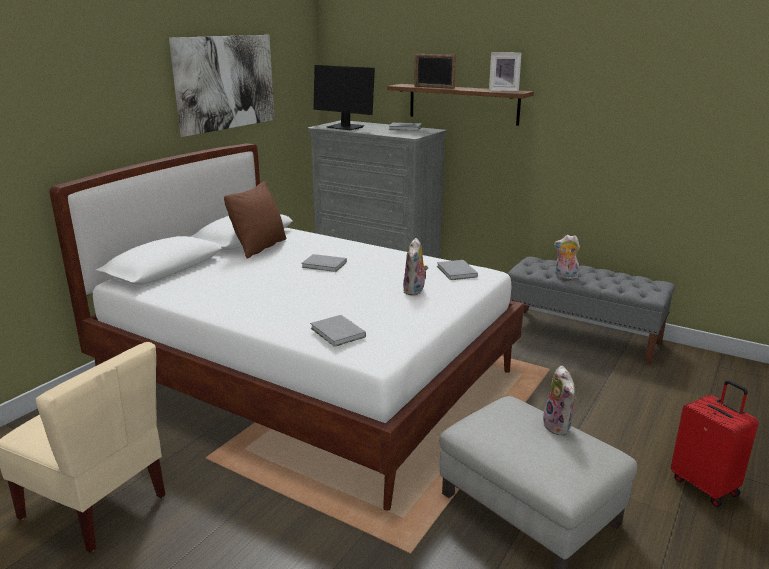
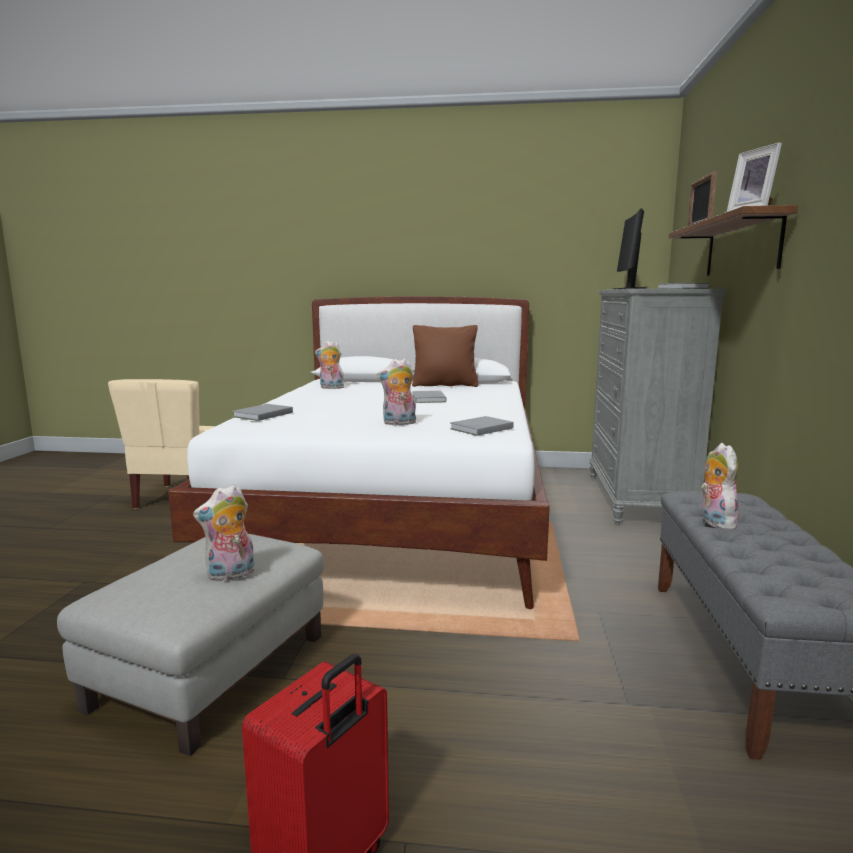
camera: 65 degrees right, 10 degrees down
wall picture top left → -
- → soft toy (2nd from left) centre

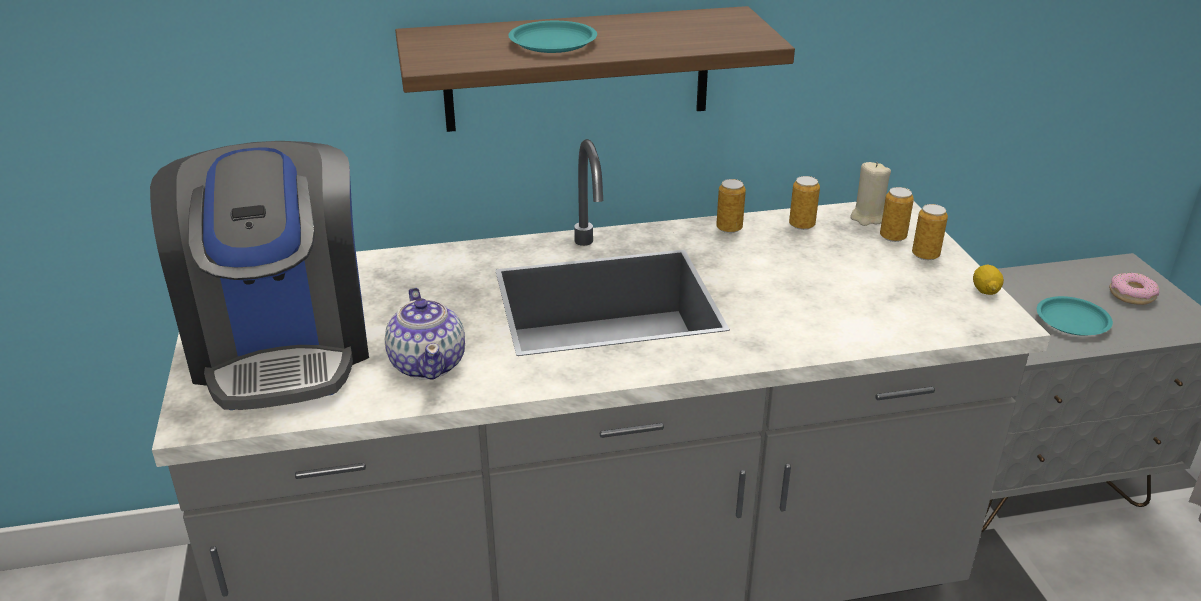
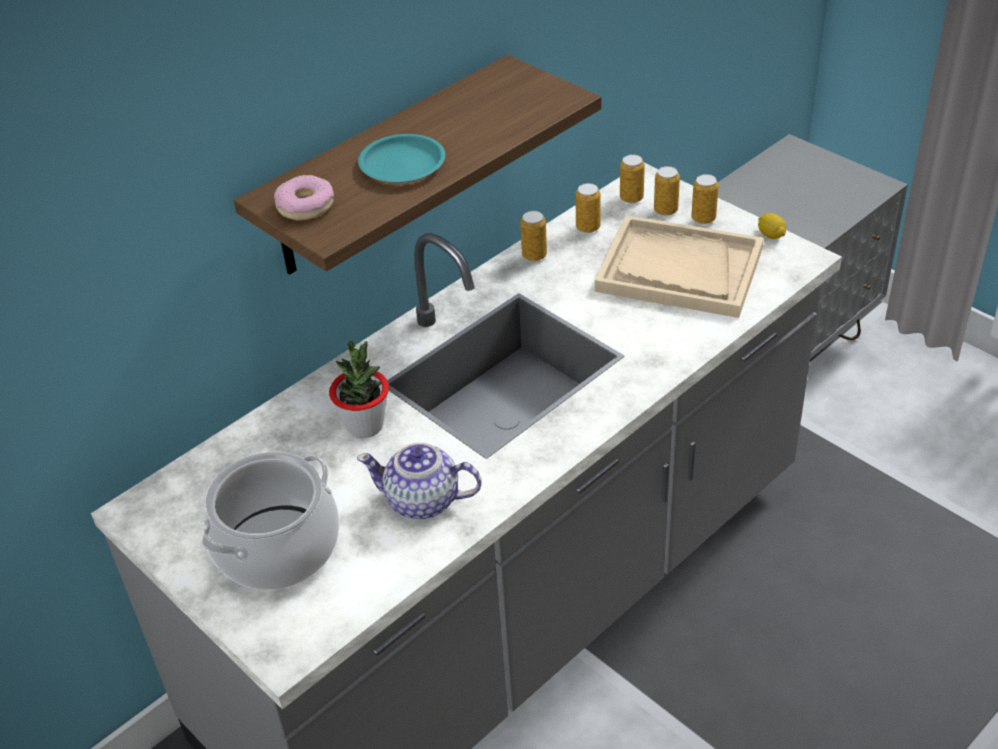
camera: 30 degrees left, 10 degrees up
coffee maker middle left → saucepot bottom left
wax candle (sand-coloured) top right → sealed can (3rd from left) top centre
donut middle right → donut top left, move
pot for tea centre, 150 degrees clockwise
flat dish (turquoise) (2nd from left) middle right → -
- → carrying tray (sand-coloured) middle right
- → potted plant centre

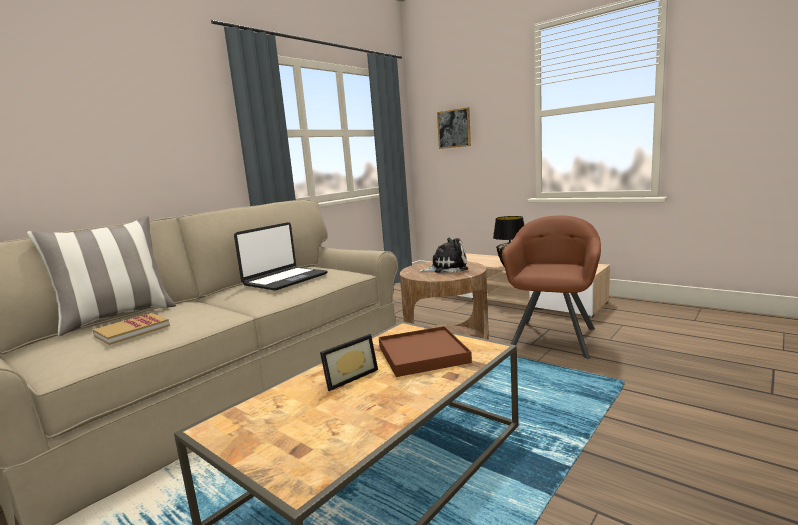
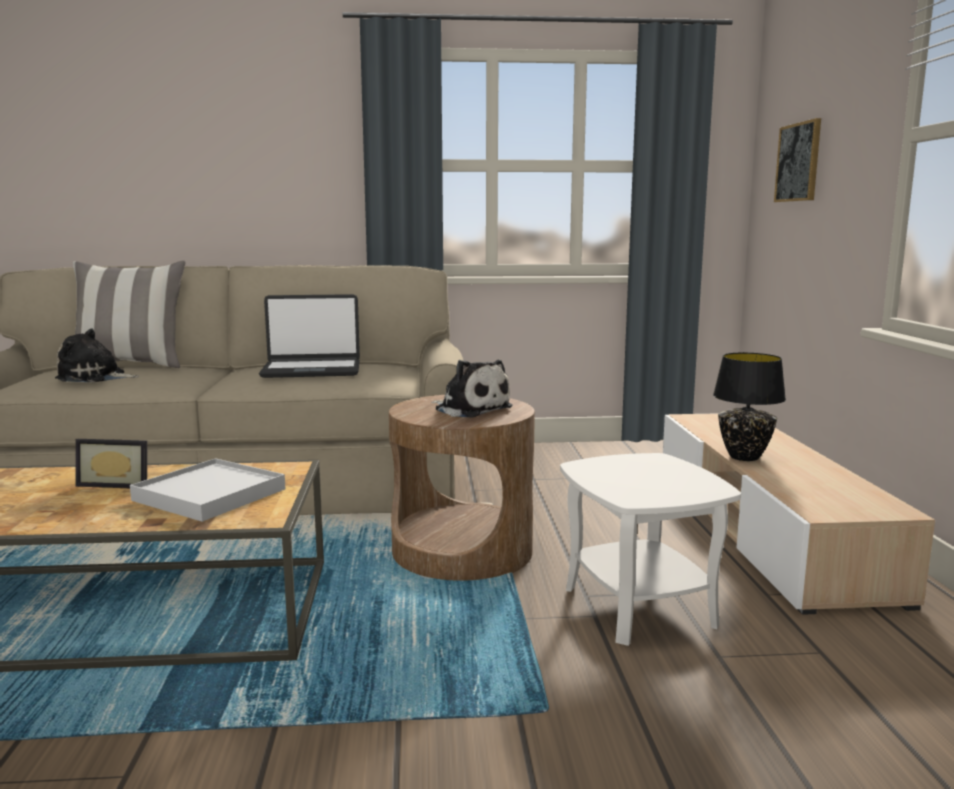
camera: 45 degrees right, 0 degrees up
lounge chair (brown-coloured) middle right → accent table (white) bottom right
bound book middle left → soft toy (1st from left) middle left
carrying tray (brown-coloured) bottom centre → carrying tray (white) middle left

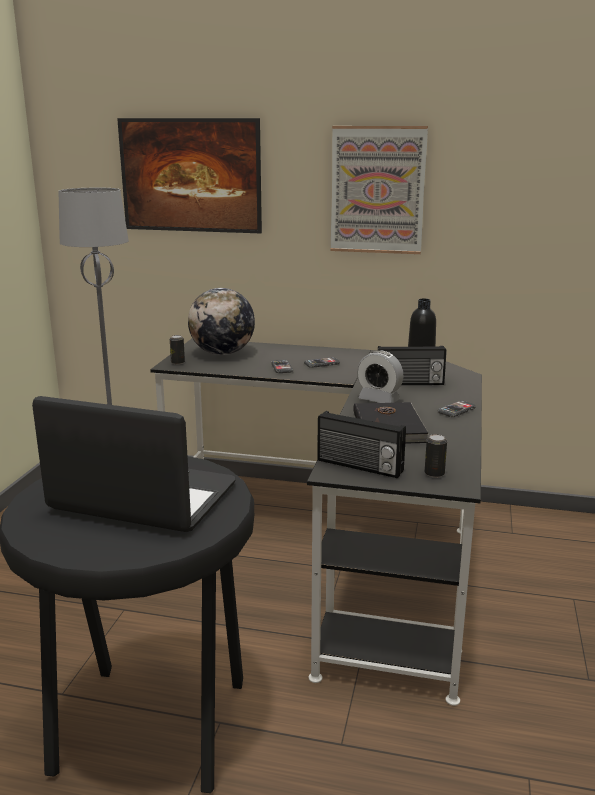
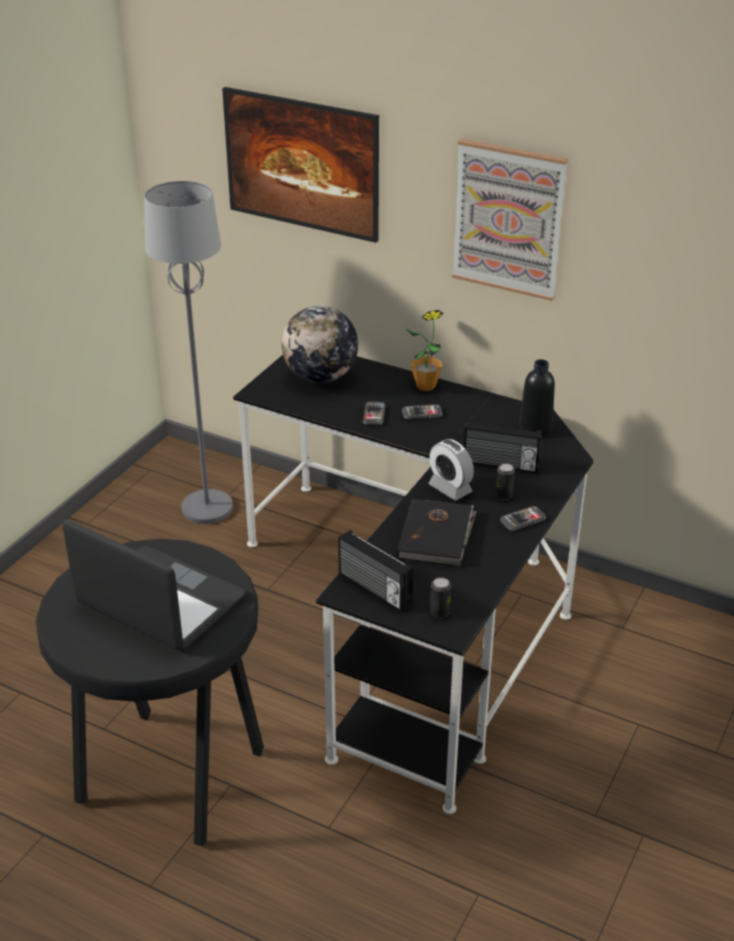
camera: 15 degrees right, 15 degrees up
sealed can (1st from left in the first image) middle left → sealed can (2nd from left) middle right, move
- → potted plant centre

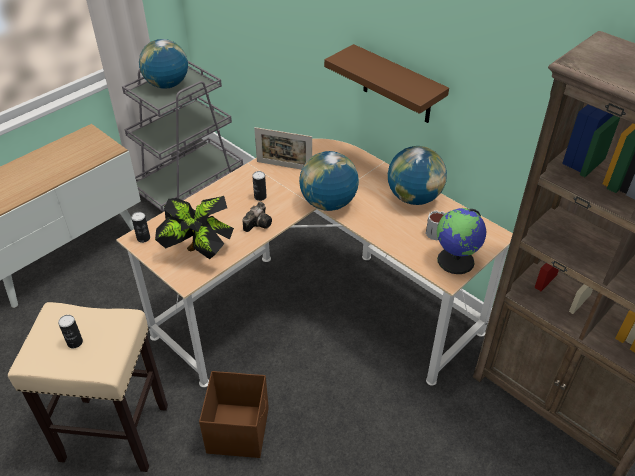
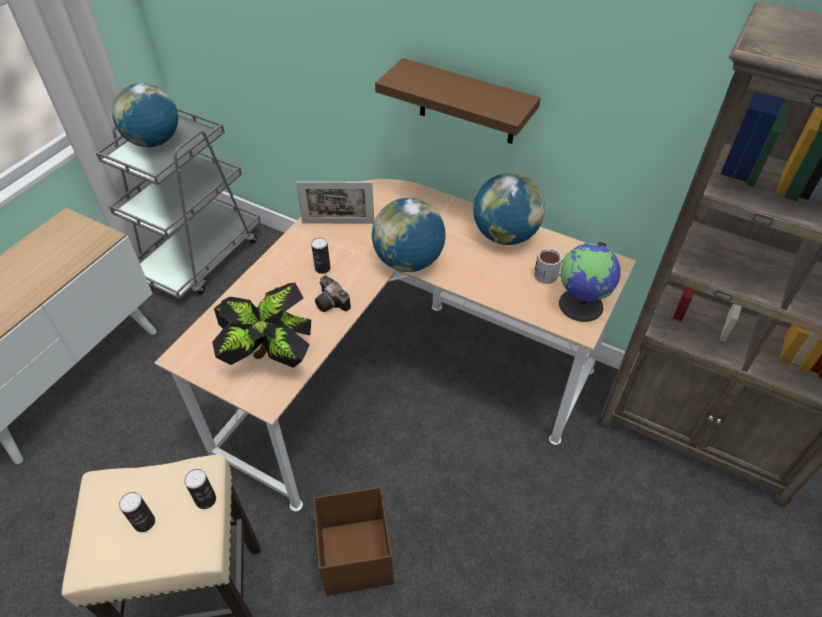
camera: 15 degrees left, 5 degrees up
photo camera centre, 120 degrees clockwise
sealed can (2nd from left) middle left → sealed can (2nd from left) bottom left, move

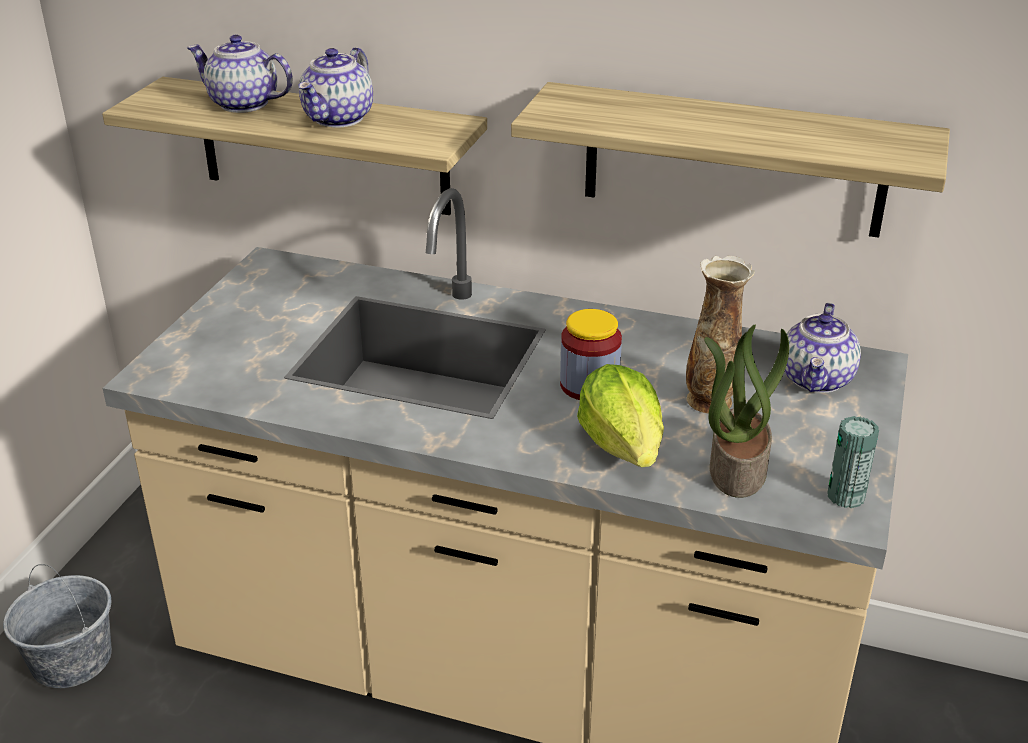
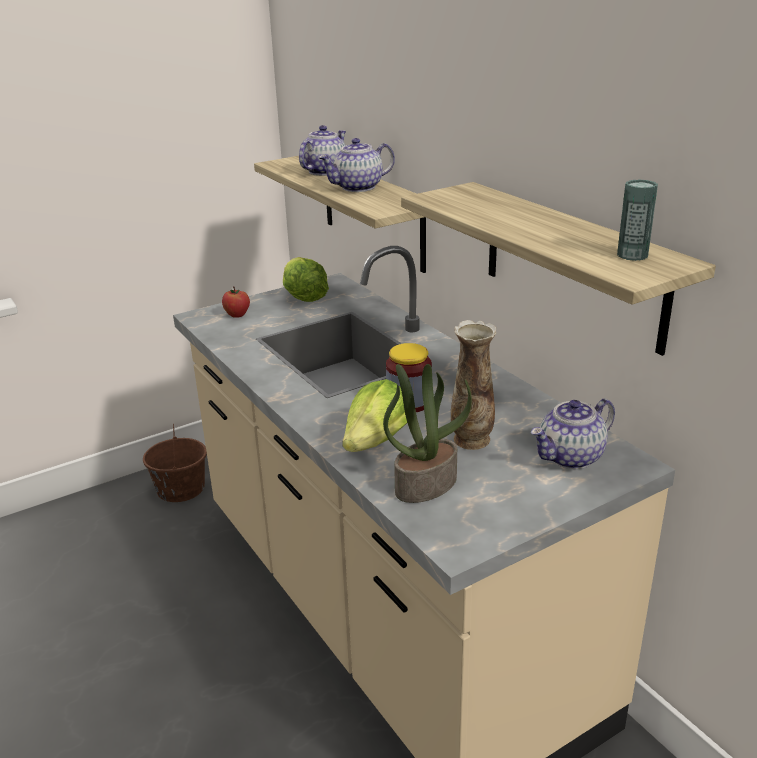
camera: 40 degrees right, 5 degrees down
pot for tea (1st from left) top left → pot for tea (1st from left) top centre, 60 degrees clockwise
sealed can middle right → sealed can top right, move
pail (greyish) bottom left → pail (brown-coloured) middle left
- → lettuce (1st from left) centre
- → apple middle left

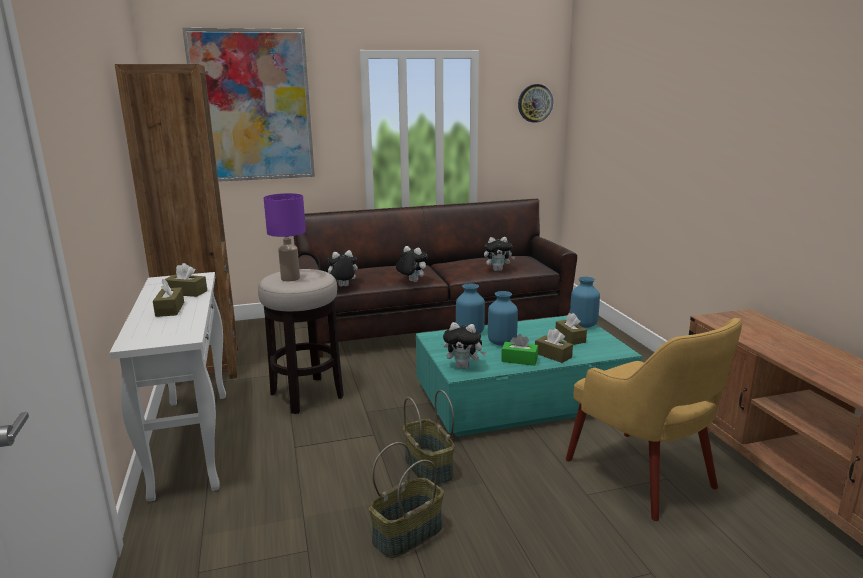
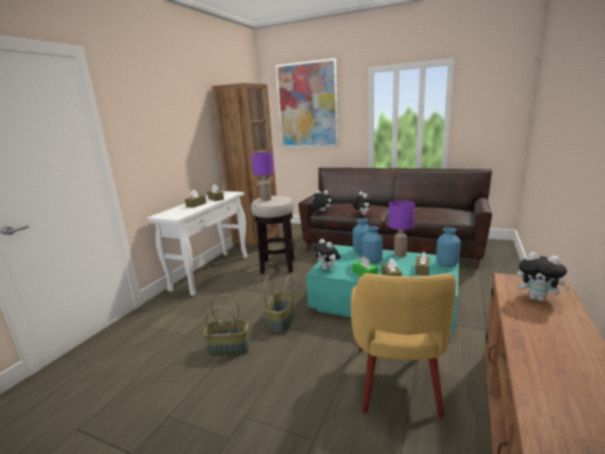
camera: 40 degrees right, 0 degrees up
wall clock top centre → -
soft toy (4th from left) centre → soft toy (4th from left) middle right, move
- → tabletop lamp (purple-coloured) (2nd from left) centre

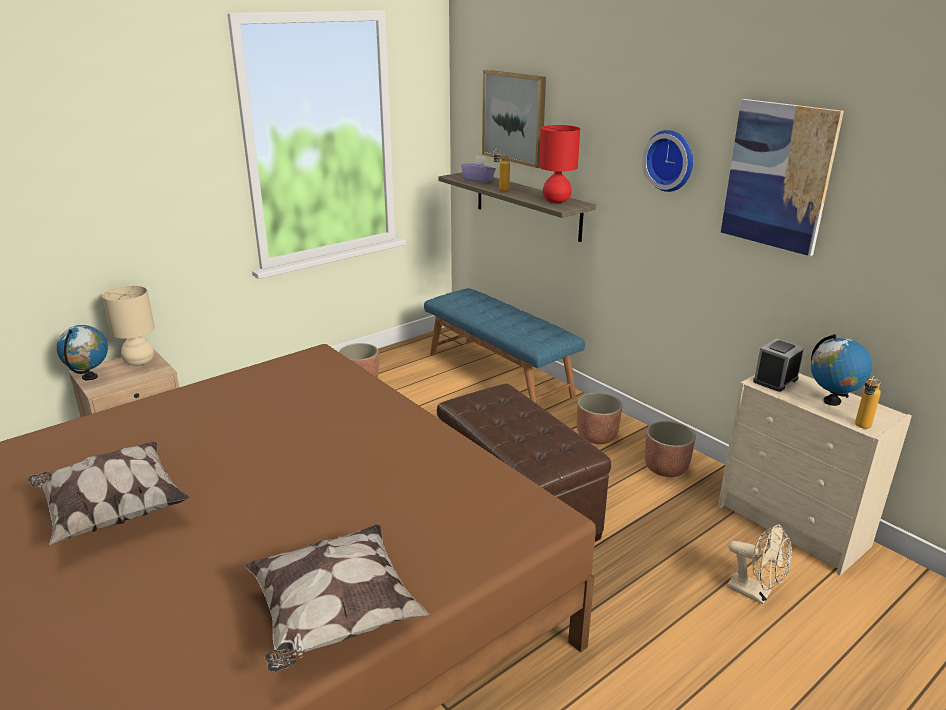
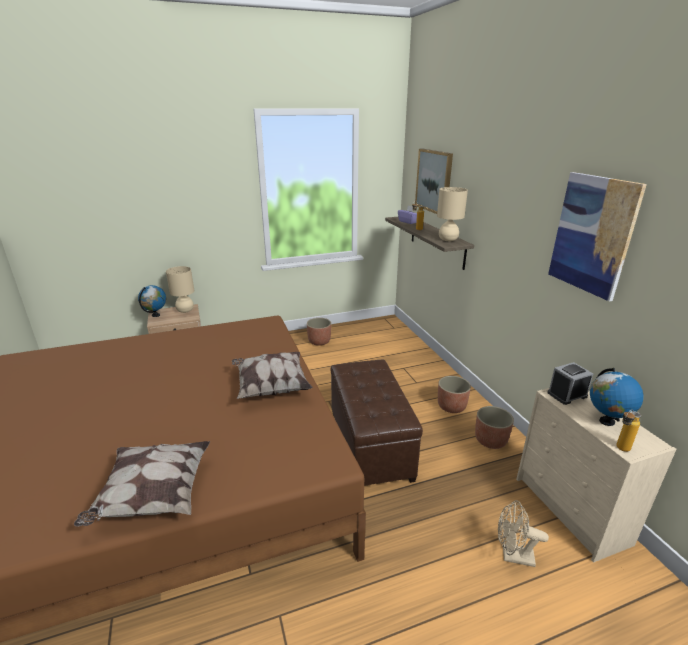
camera: 20 degrees right, 0 degrees up
tabletop lamp (red-coloured) top centre → tabletop lamp (sand-coloured) (2nd from left) top centre
wall clock top right → -
long seat (blue) centre → -
throw pillow (1st from left in the first image) bottom left → throw pillow (2nd from left) centre, move
cooling fan (sand-coloured) bottom right, 135 degrees clockwise

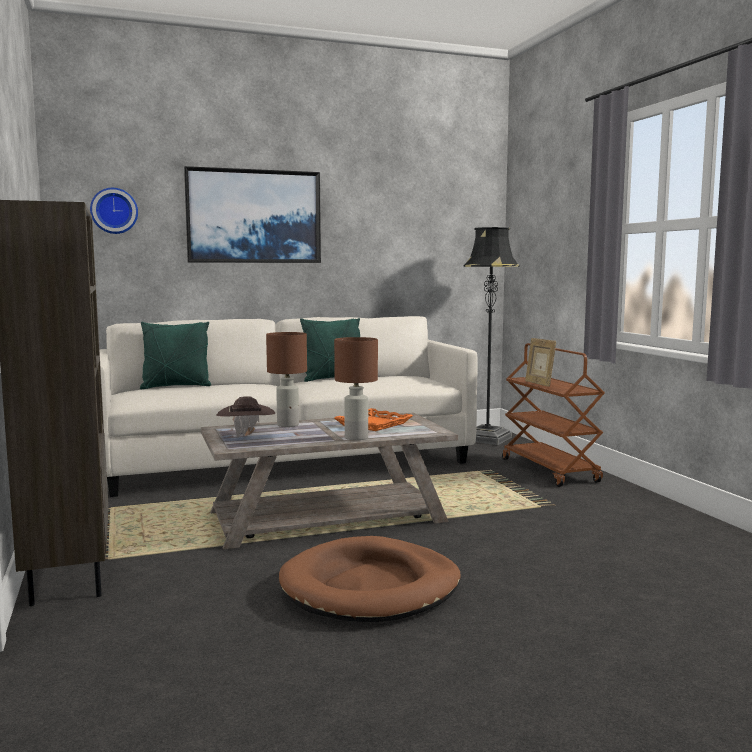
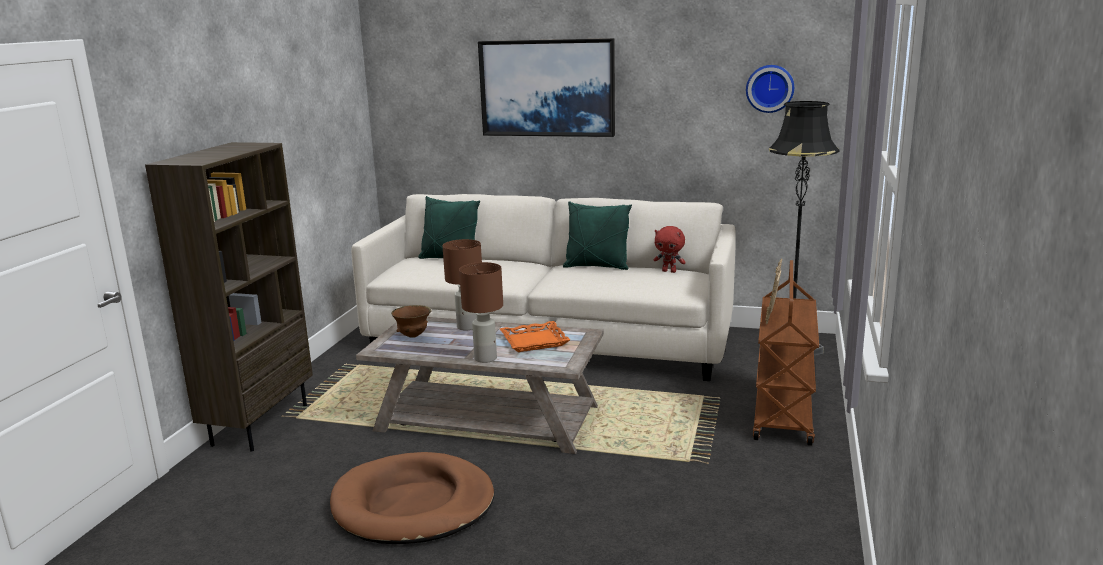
camera: 35 degrees right, 10 degrees up
wall clock top left → wall clock top right, move
hat (brown-coloured) middle left → deep dish (brown-coloured) centre
- → soft toy (red-coloured) centre

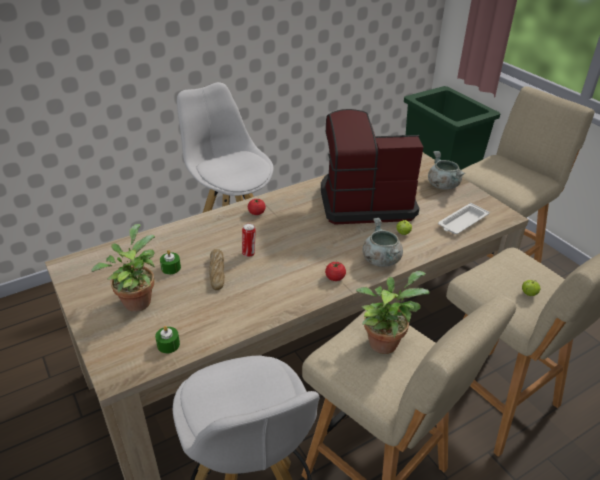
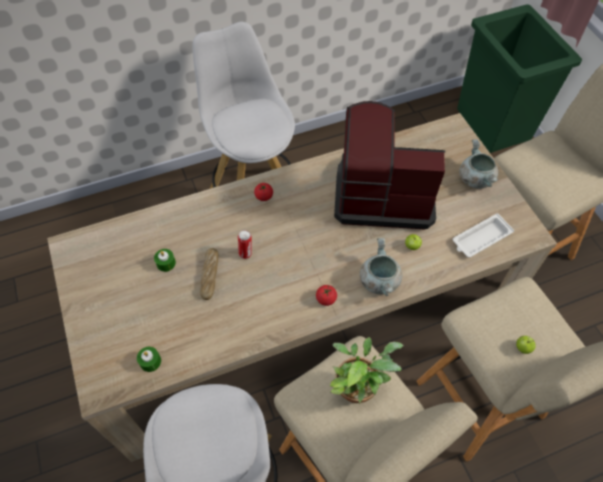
camera: 10 degrees right, 20 degrees up
potted plant (1st from left) middle left → -

